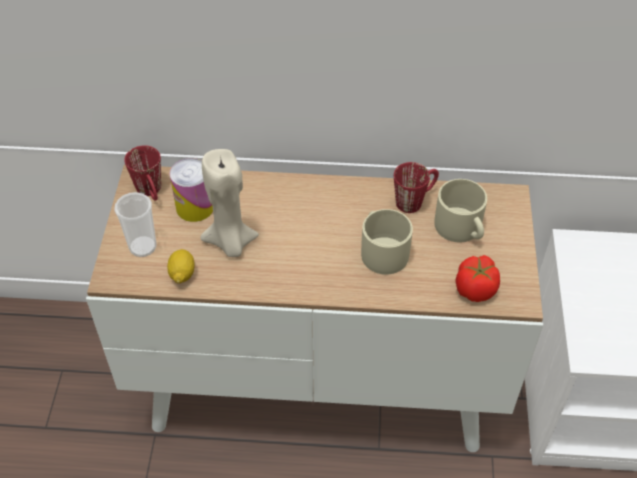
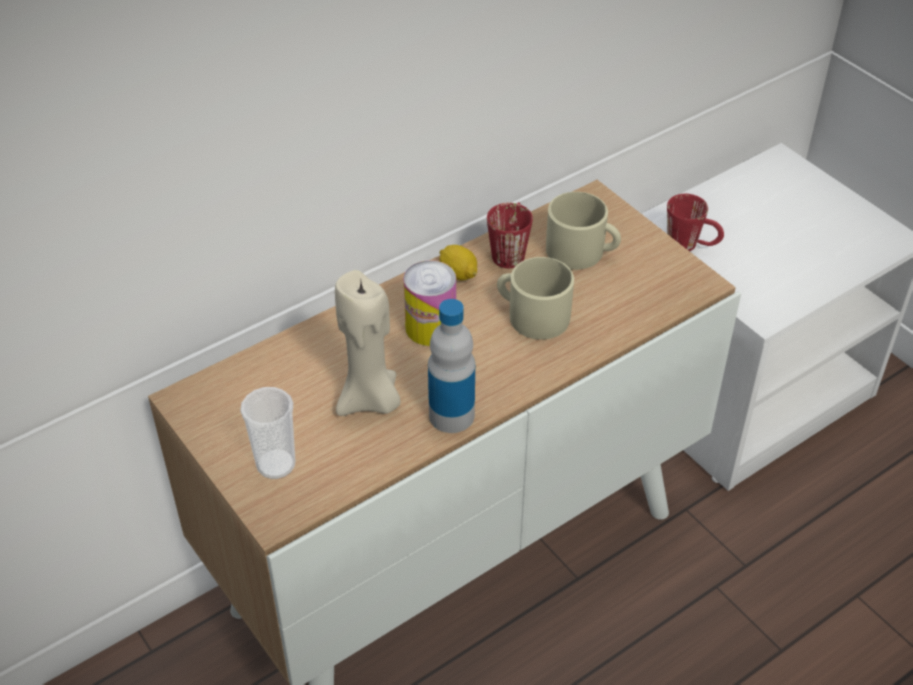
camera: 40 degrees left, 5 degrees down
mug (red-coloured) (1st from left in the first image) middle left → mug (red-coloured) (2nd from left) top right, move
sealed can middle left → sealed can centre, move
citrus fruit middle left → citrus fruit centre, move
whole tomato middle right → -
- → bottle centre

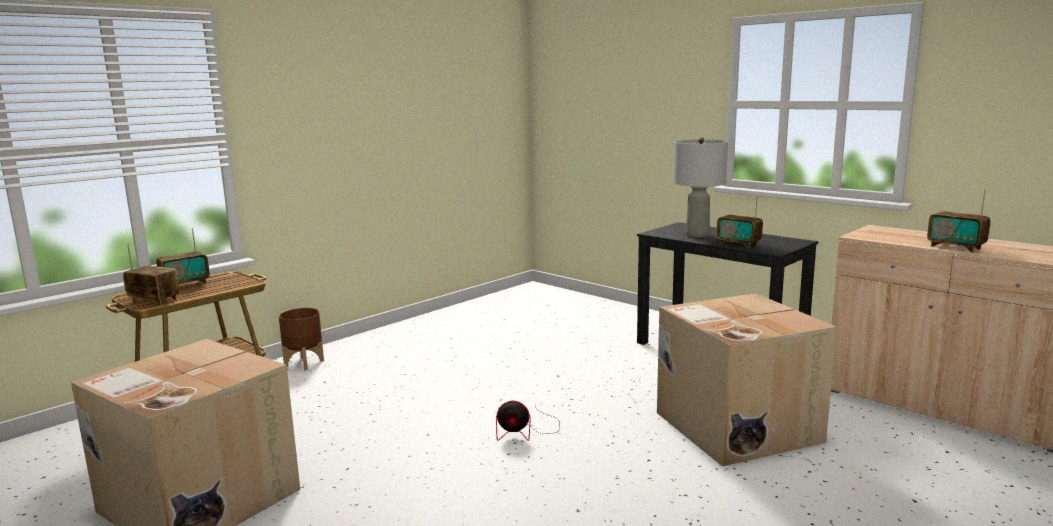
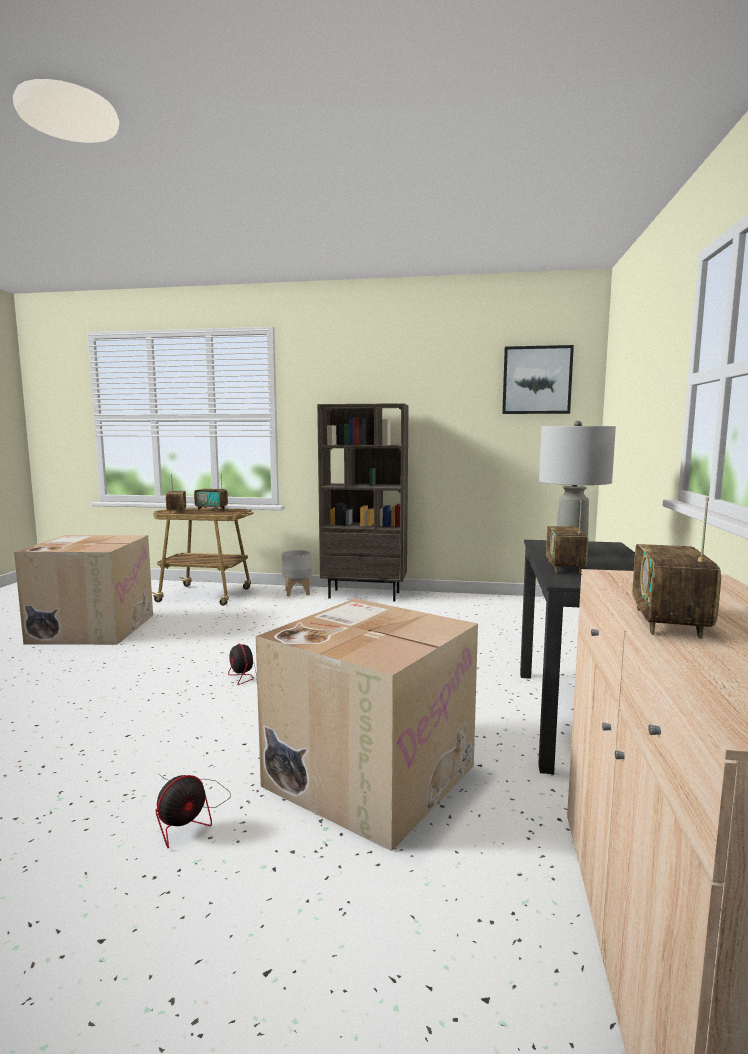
camera: 55 degrees right, 5 degrees down
flower pot (brown-coloured) middle left → flower pot (greyish) centre
- → wall picture middle right
- → shelving unit (brown-coloured) centre
- → cooling fan (1st from left) bottom left

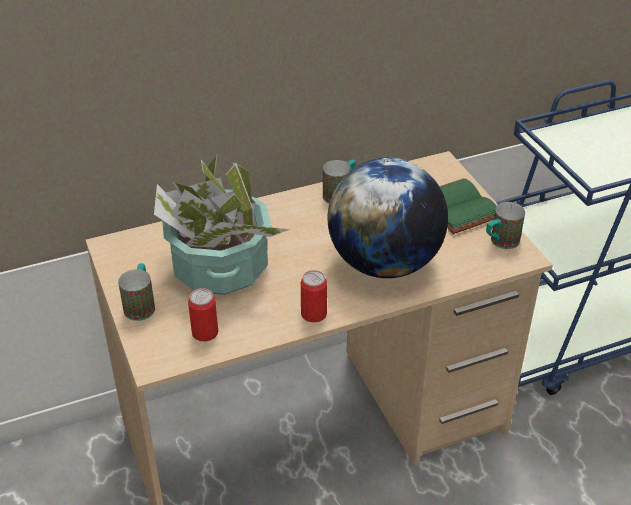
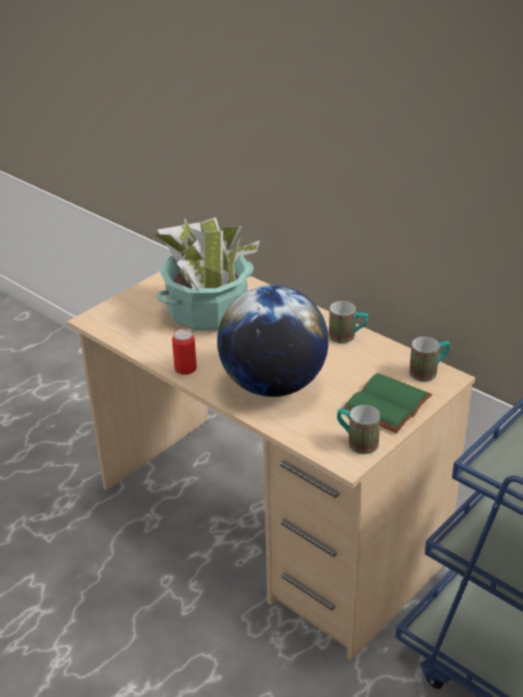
camera: 65 degrees right, 5 degrees down
mug (1st from left in the first image) middle left → mug (3rd from left) middle right, move
sealed can (1st from left) middle left → -

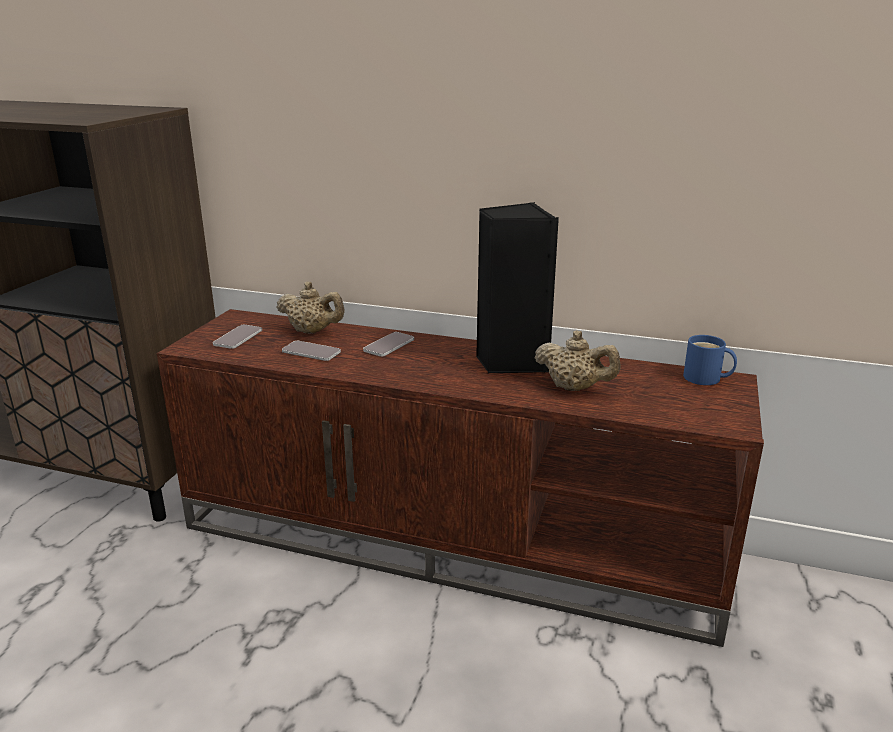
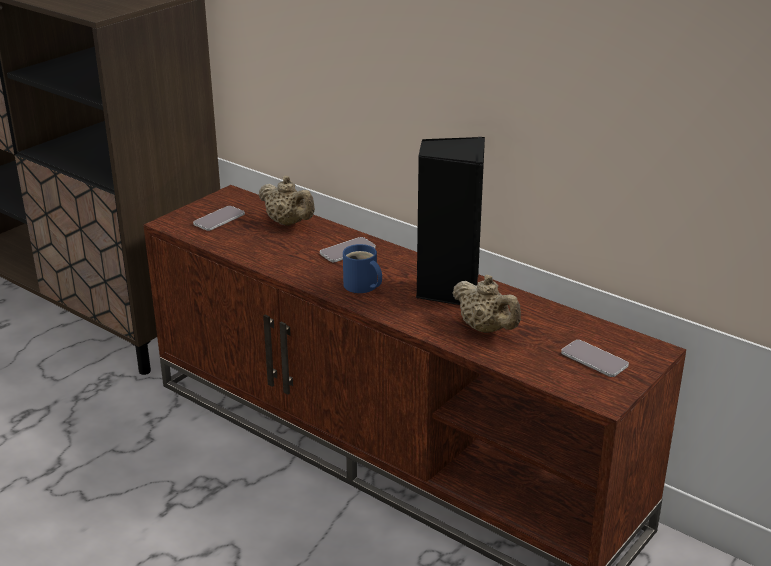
camera: 20 degrees right, 5 degrees up
mug (blue) middle right → mug (blue) centre, move
phone (2nd from left in the first image) centre → phone (3rd from left) middle right, move

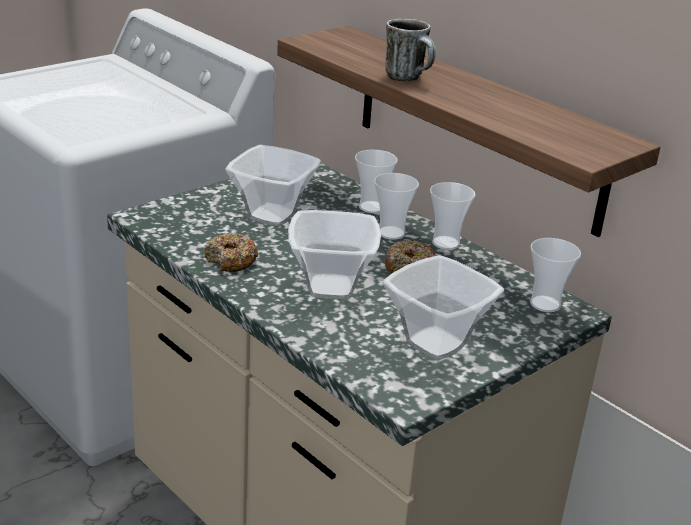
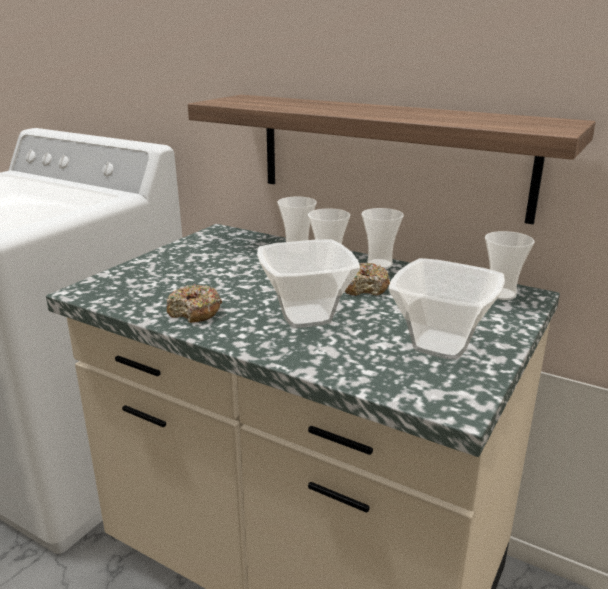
camera: 15 degrees left, 5 degrees down
mug top centre → -
deep dish (1st from left) centre → -

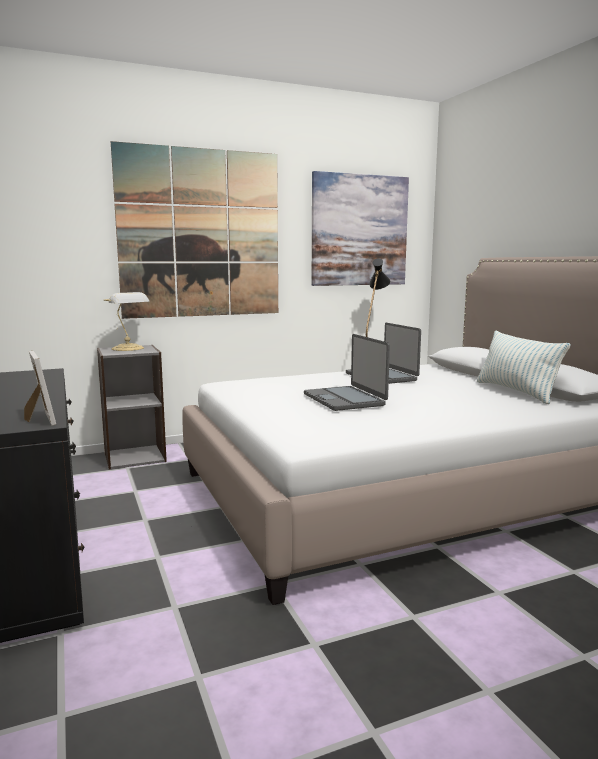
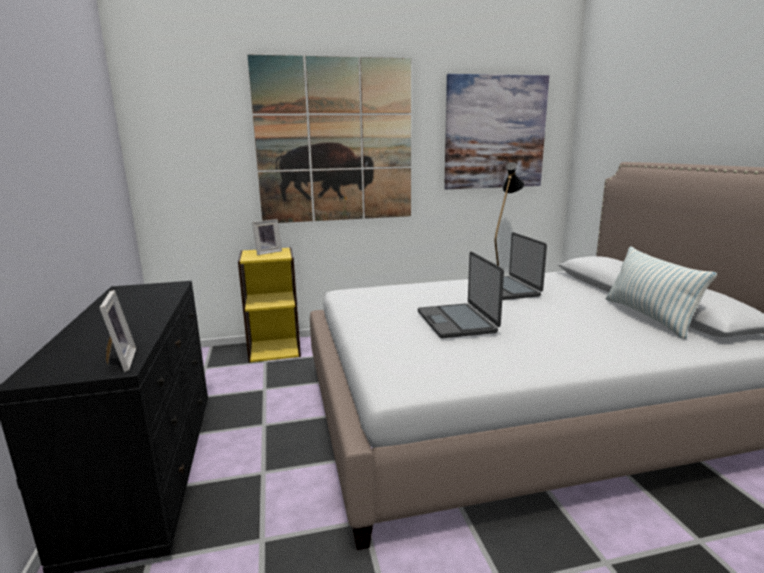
camera: 10 degrees right, 5 degrees up
tabletop lamp middle left → standing frame (2nd from left) centre
shelving unit (greyish) middle left → shelving unit (yellow-coloured) centre

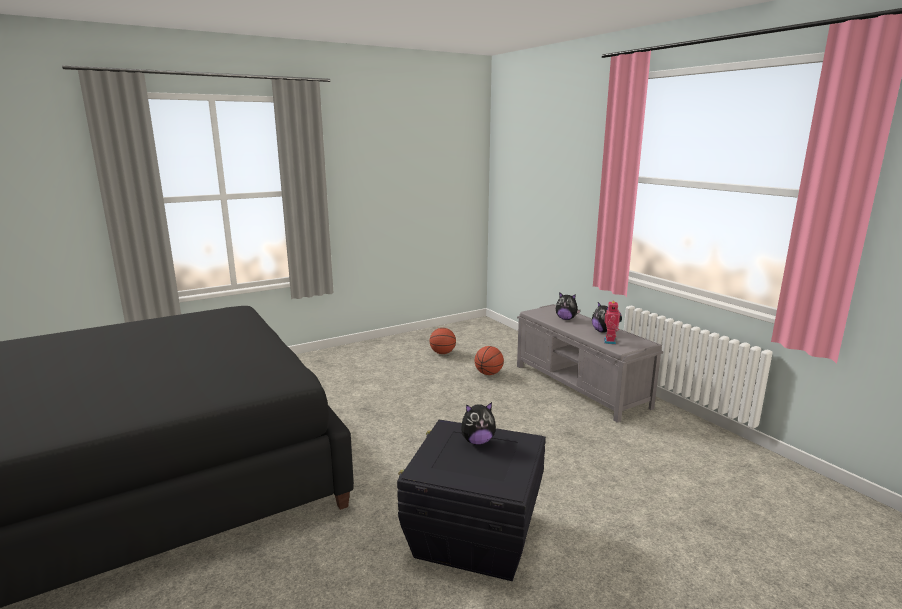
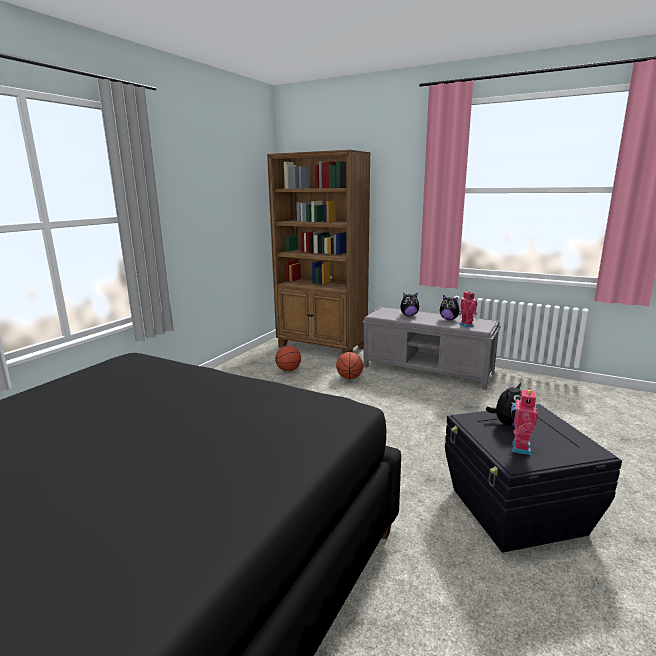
camera: 30 degrees left, 0 degrees up
- → shelving unit (brown-coloured) centre
- → robot figure (2nd from left) middle right

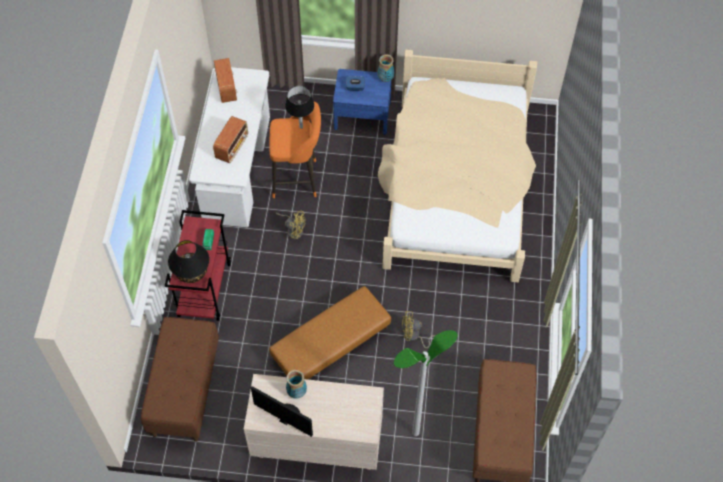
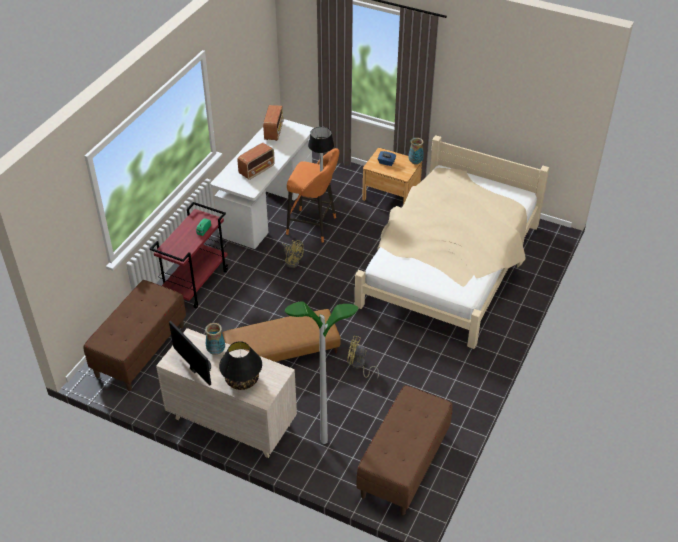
camera: 20 degrees right, 15 degrees down
night table (blue) top centre → night table (brown-coloured) top centre
tabletop lamp (black-coloured) (1st from left) middle left → tabletop lamp (black-coloured) (1st from left) bottom centre, move

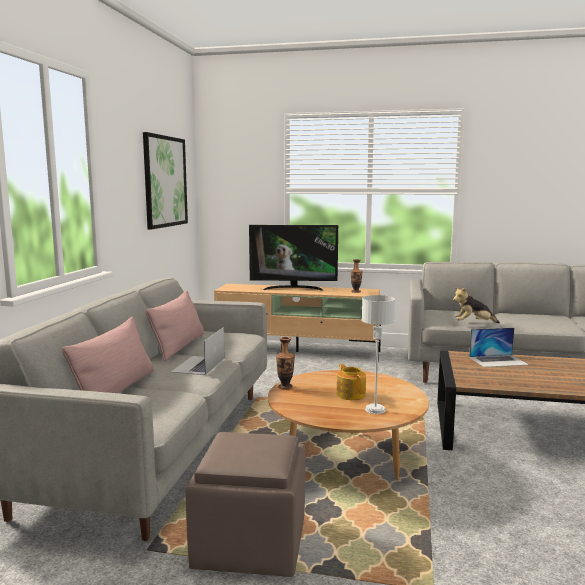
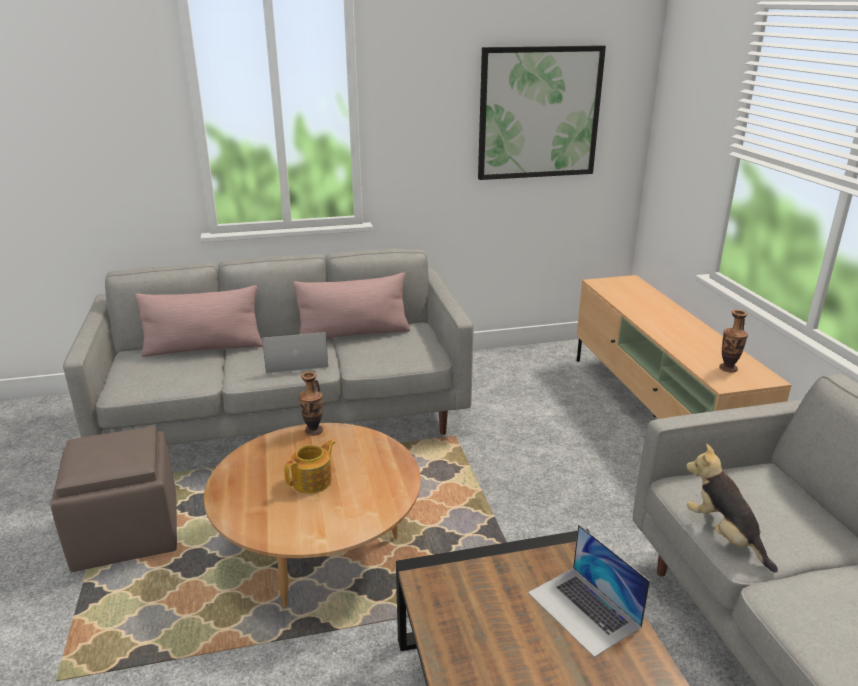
camera: 65 degrees right, 15 degrees up
TV centre → -
tabletop lamp (greyish) centre → -

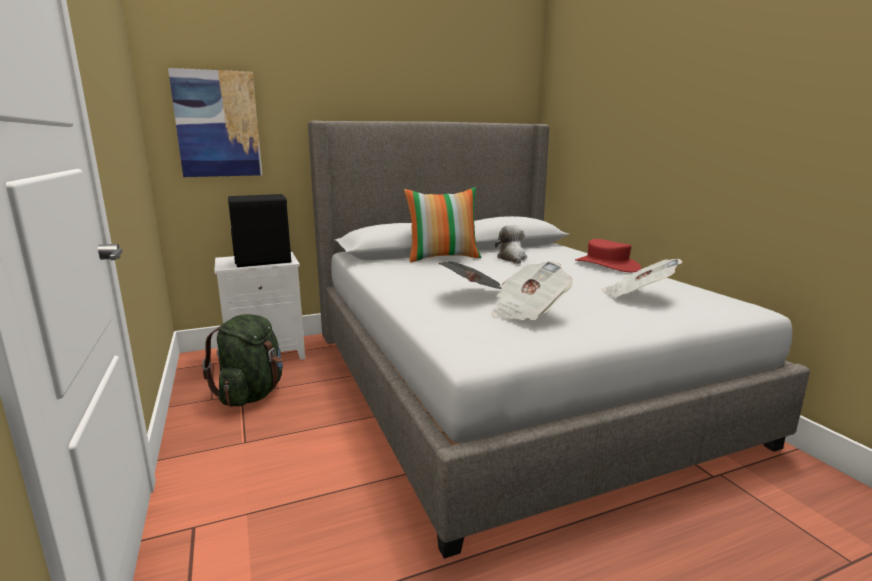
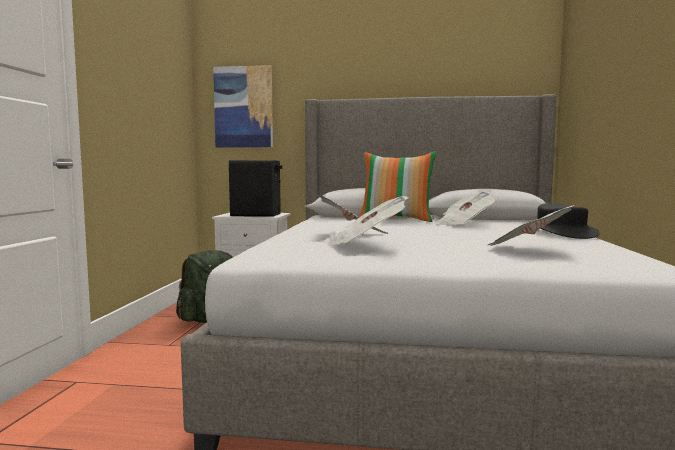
camera: 30 degrees right, 10 degrees down
soft toy centre → daily paper (3rd from left) middle right
hat (red-coloured) middle right → hat (black-coloured) middle right

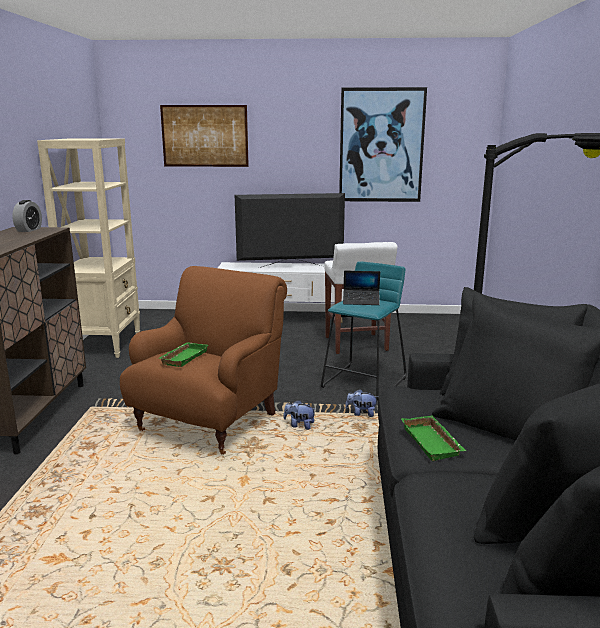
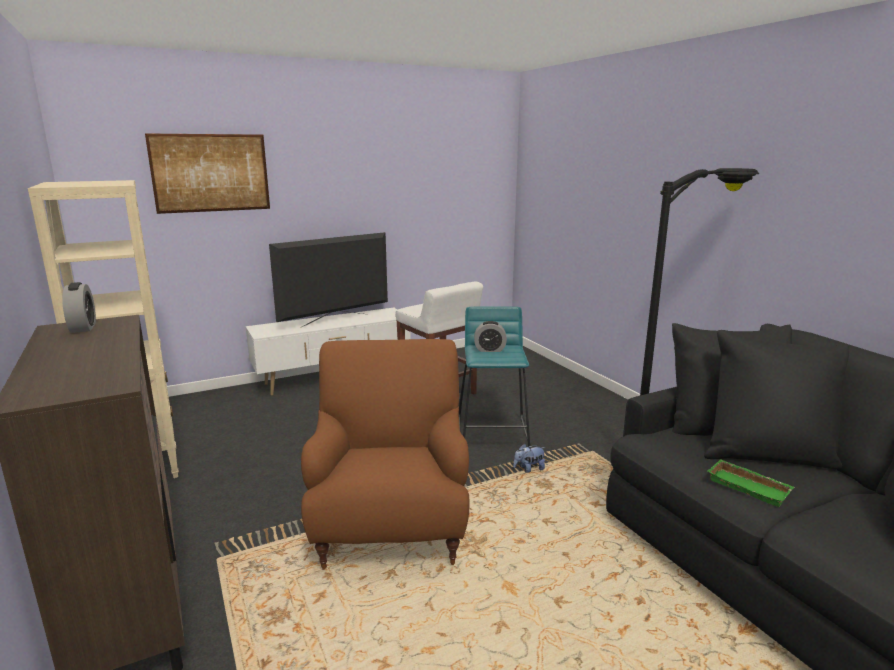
camera: 30 degrees left, 0 degrees up
wall picture (2nd from left) top centre → -
portable computer centre → alarm clock (2nd from left) centre
carrying tray (green-coloured) (1st from left) middle left → -
soft toy (1st from left) centre → -

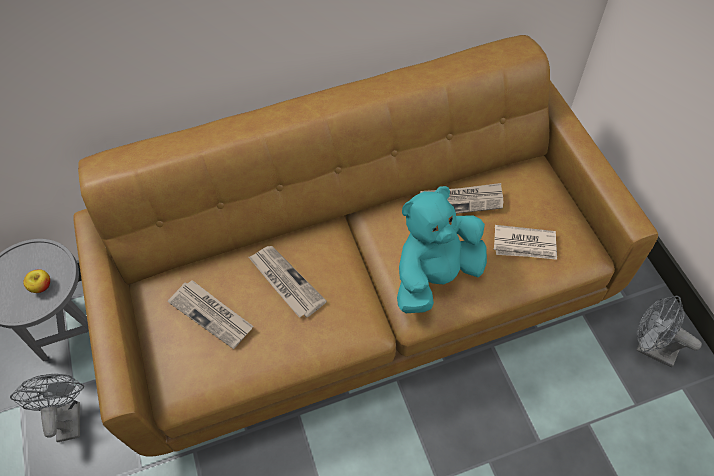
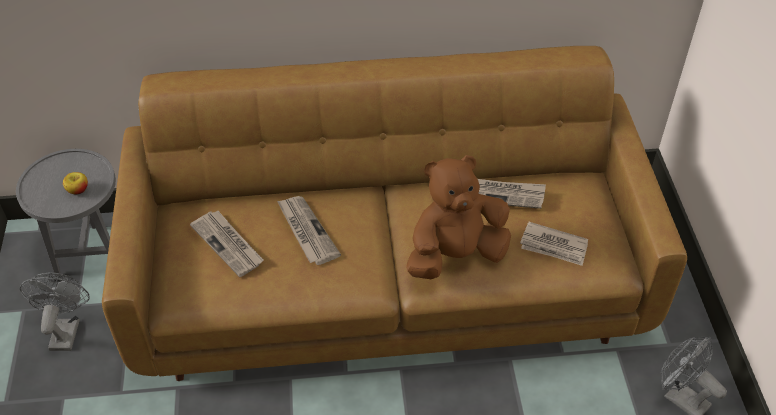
camera: 10 degrees right, 10 degrees down
soft toy (turquoise) centre → soft toy (brown-coloured) centre

